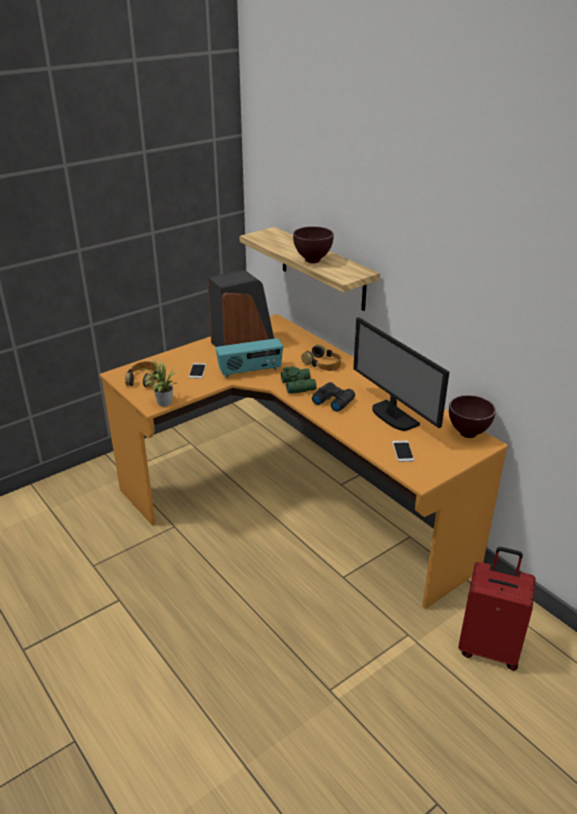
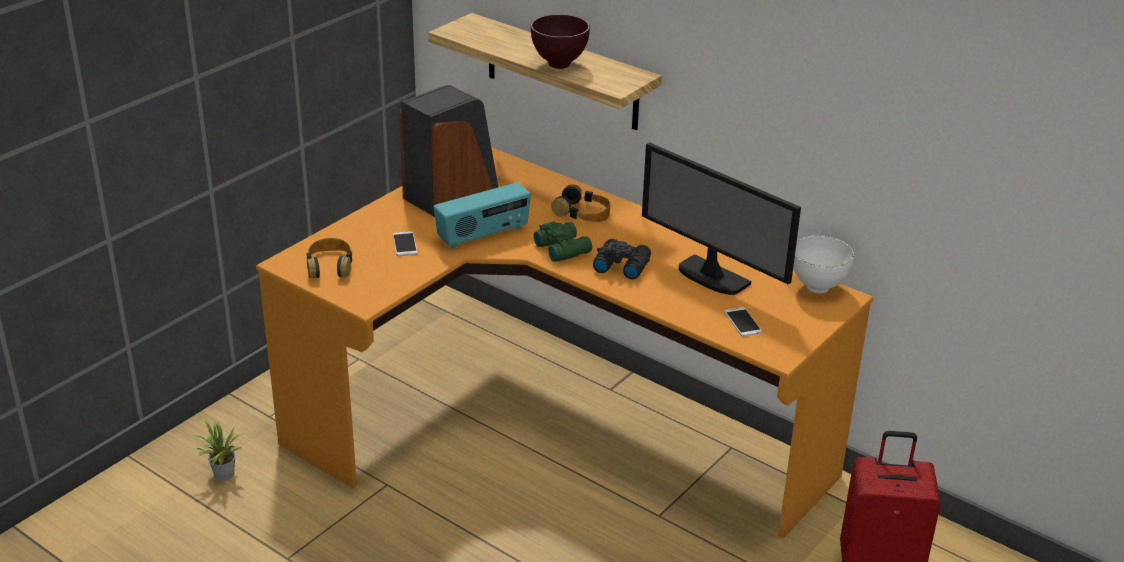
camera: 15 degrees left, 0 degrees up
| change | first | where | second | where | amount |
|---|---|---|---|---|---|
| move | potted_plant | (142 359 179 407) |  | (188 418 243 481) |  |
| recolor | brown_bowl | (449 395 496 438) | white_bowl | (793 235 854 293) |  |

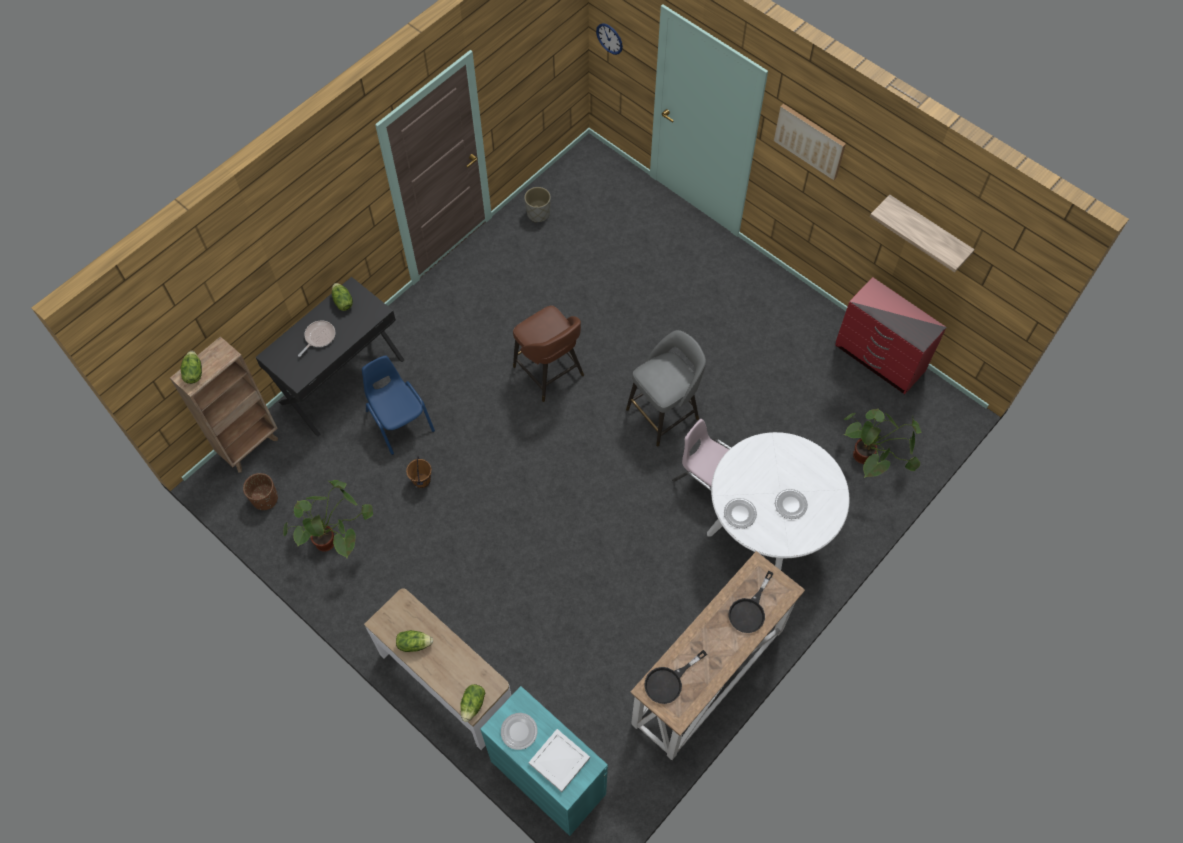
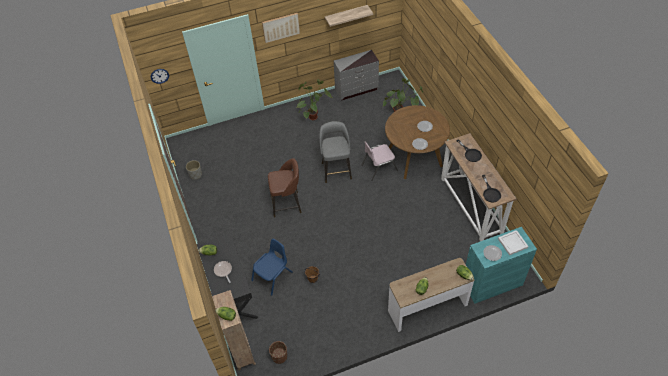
camera: 60 degrees left, 10 degrees down
| change | first | where | second | where | amount |
|---|---|---|---|---|---|
| rotate | blue_chair | (362 355 435 455) |  | (251 239 293 296) | 135 degrees clockwise |
| move | potted_plant | (283 480 373 558) |  | (297 79 332 120) |  |
| recolor | red_dresser | (835 277 947 394) | grey_dresser | (334 50 379 101) |  |
| recolor | white_dining_table | (707 432 850 570) | brown_dining_table | (385 105 450 179) |  |

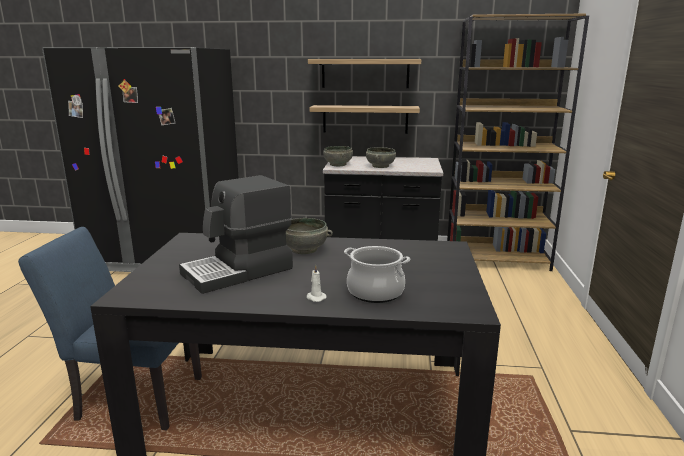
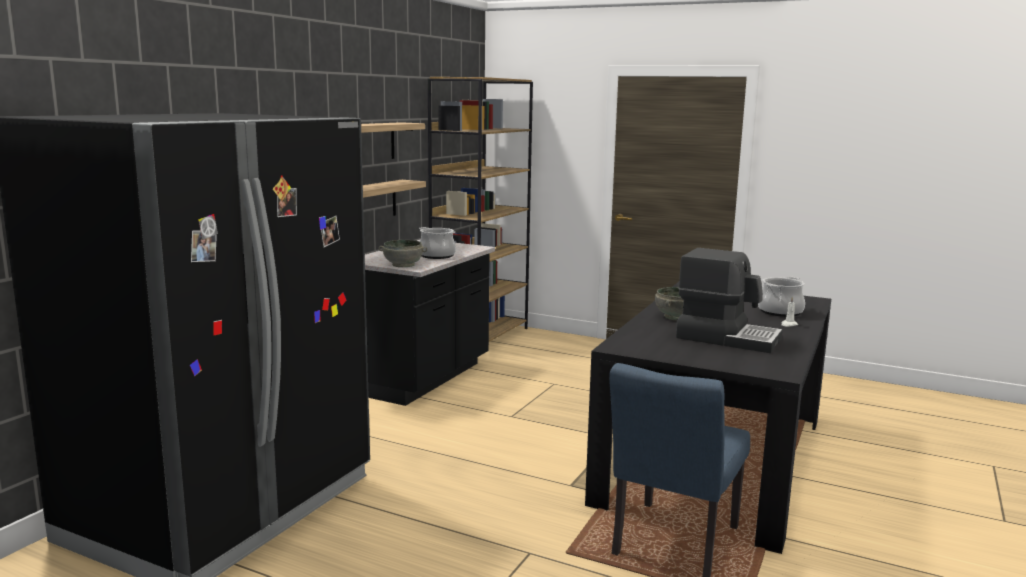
camera: 70 degrees left, 5 degrees down
| change | first | where | second | where | amount |
|---|---|---|---|---|---|
| replace | grey_bowl | (366 147 396 168) | cooking_pot | (419 227 456 259) |  |
| rotate | coffee_machine | (179 175 293 294) |  | (676 248 783 353) | 45 degrees counterclockwise |

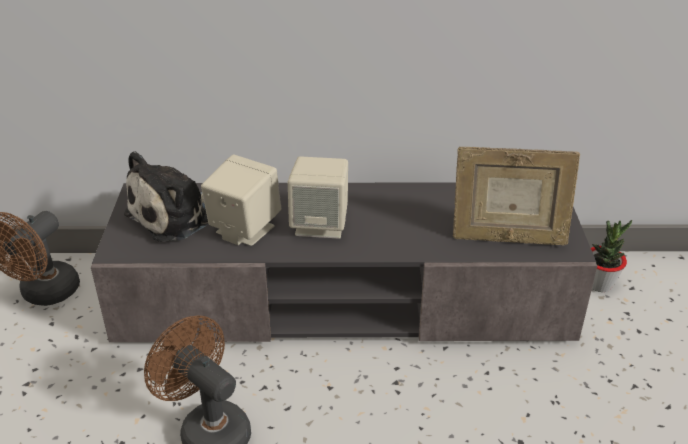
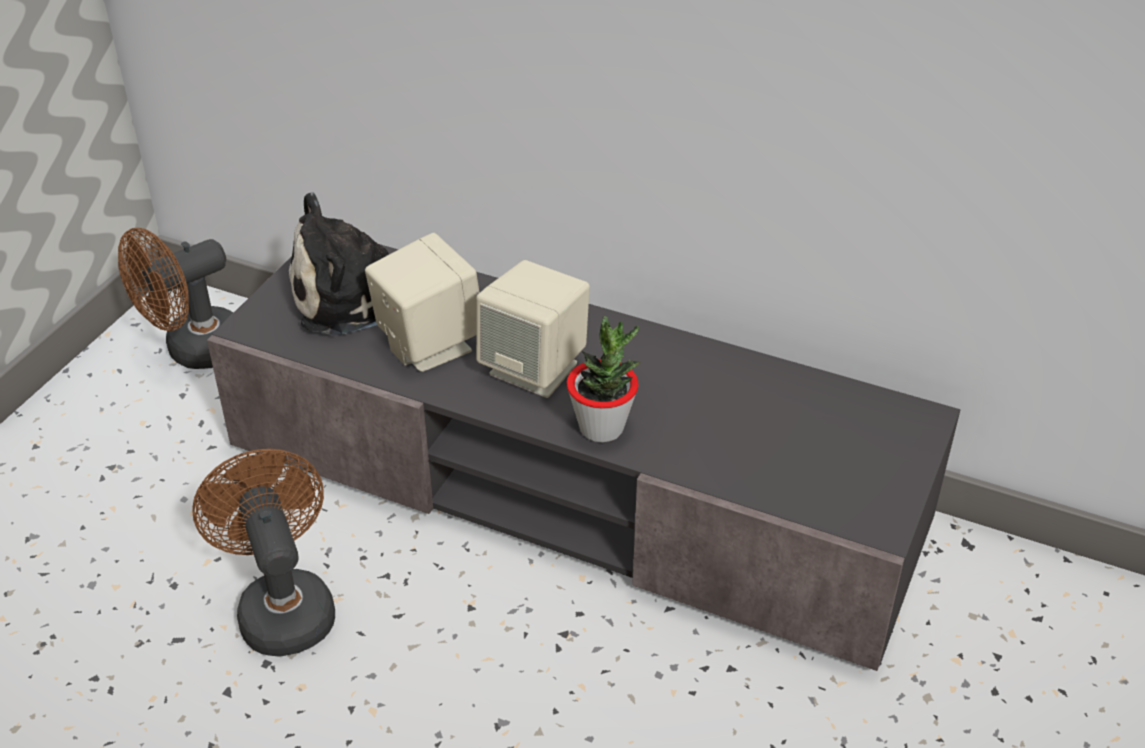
camera: 25 degrees right, 5 degrees up
| change | first | where | second | where | amount |
|---|---|---|---|---|---|
| move | potted_plant | (591 220 632 292) |  | (566 316 641 443) |  |
| delete | picture_frame | (453 147 580 245) |  |  |  |

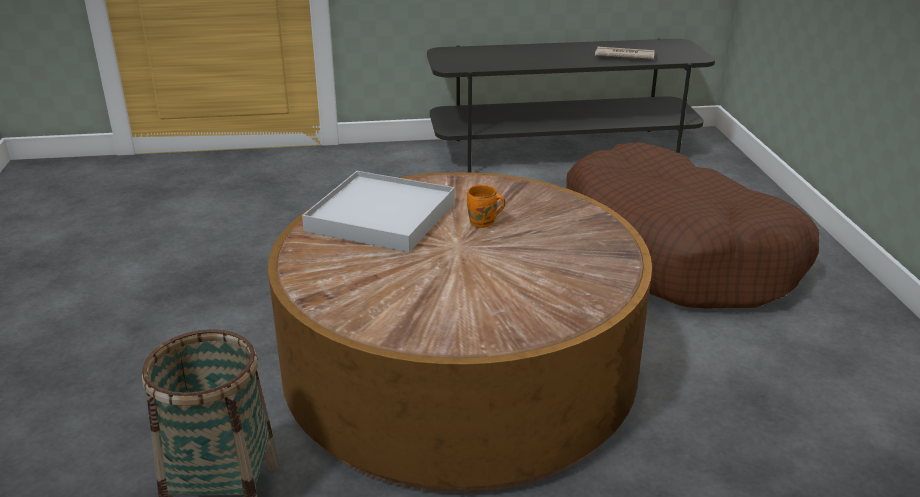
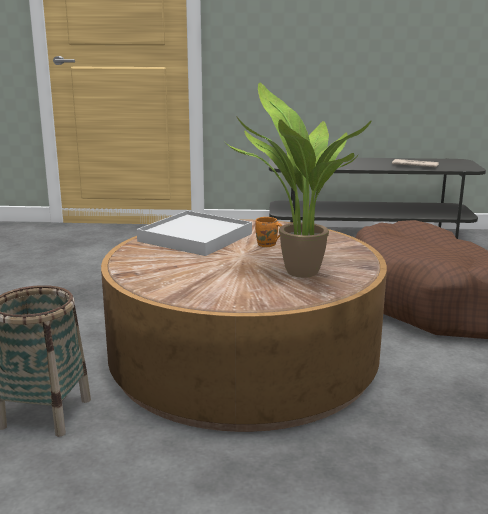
camera: 10 degrees right, 10 degrees down
| change | first | where | second | where | amount |
|---|---|---|---|---|---|
| insert |  |  | potted_plant | (225 82 371 278) |  |

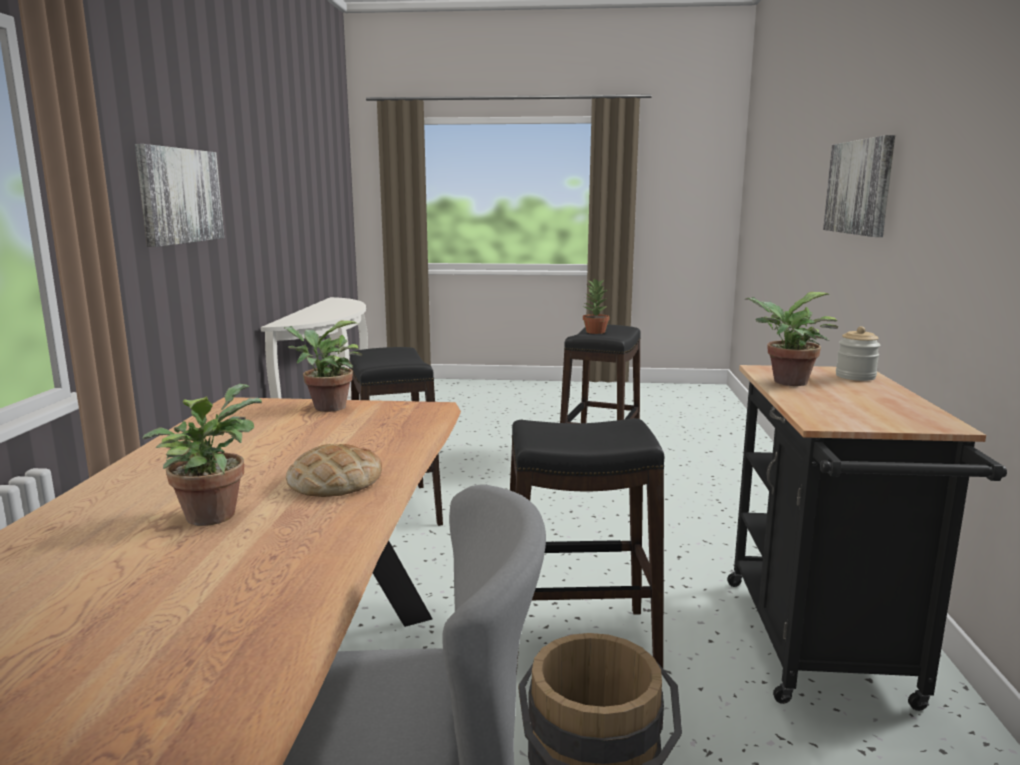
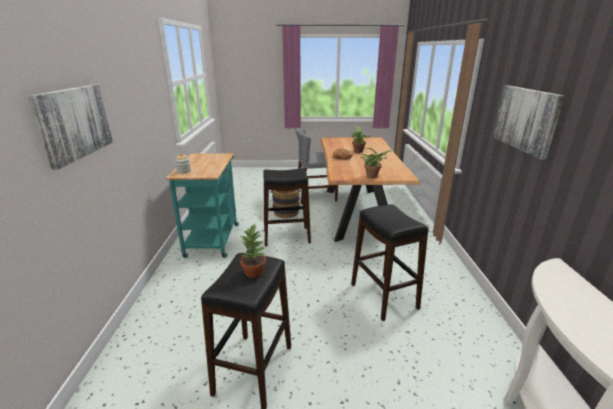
camera: 175 degrees right, 10 degrees up
| change | first | where | second | where | amount |
|---|---|---|---|---|---|
| recolor | black_cart | (727 365 1007 711) | turquoise_cart | (166 153 239 258) |  |
| delete | potted_plant | (744 292 838 386) |  |  |  |

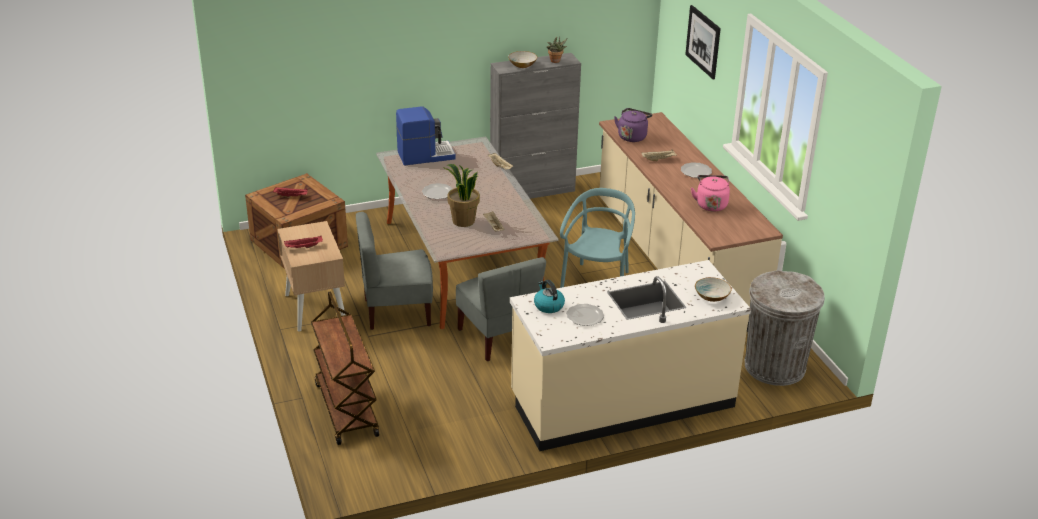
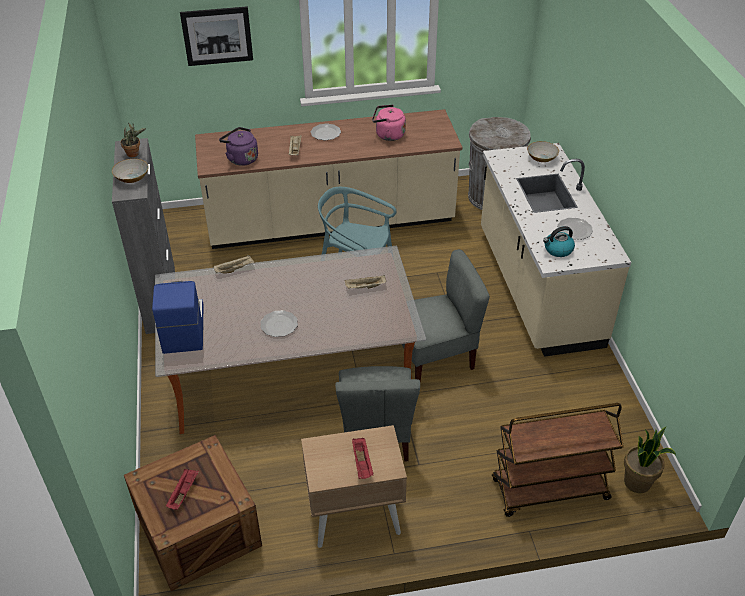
camera: 80 degrees left, 10 degrees up
| change | first | where | second | where | amount |
|---|---|---|---|---|---|
| move | potted_plant | (443 164 480 227) |  | (624 427 676 493) |  |

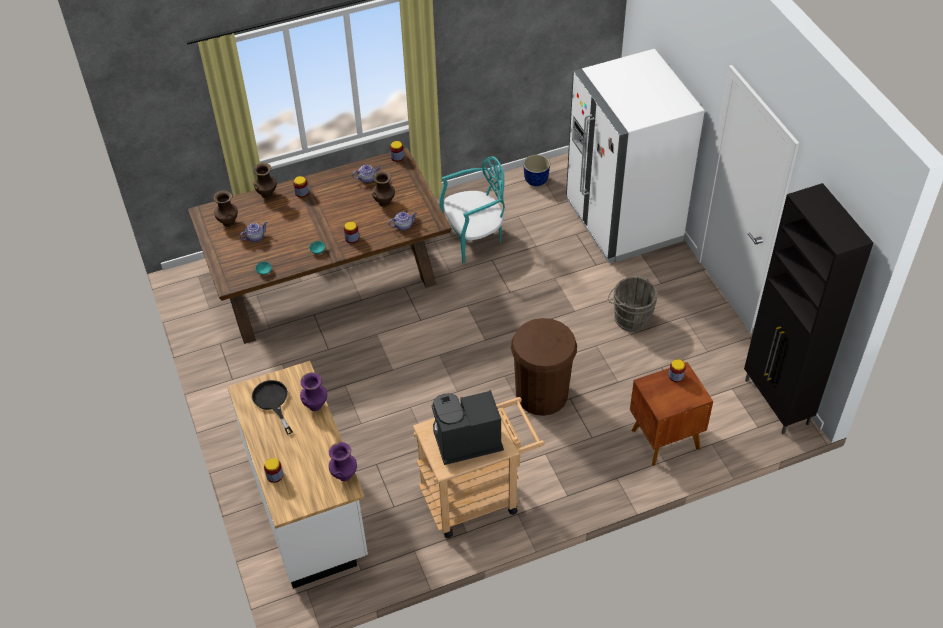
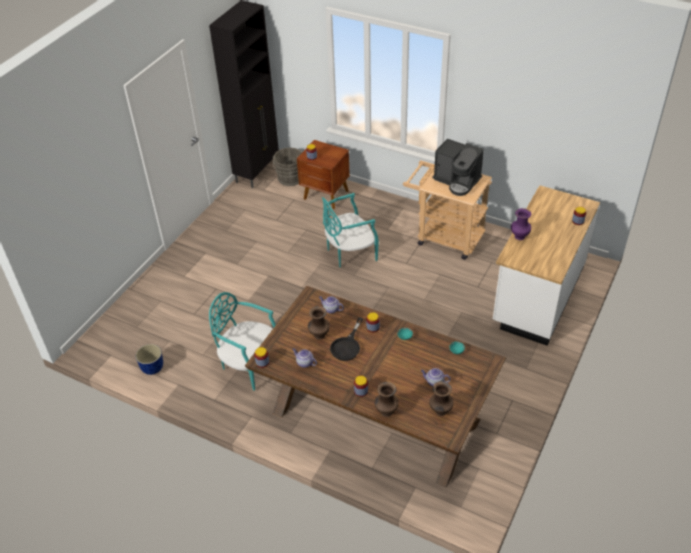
camera: 130 degrees left, 5 degrees down
| change | first | where | second | where | amount |
|---|---|---|---|---|---|
| move | grey_bucket | (608 276 658 332) |  | (273 148 302 186) |  |
| replace | brown_trash_can | (511 318 577 416) | turquoise_chair | (322 193 379 267) |  |
| move | black_frying_pan | (252 380 293 435) |  | (330 317 363 361) |  |
| delete | purple_vase | (329 442 357 481) |  |  |  |
| delete | white_fridge | (566 49 705 263) |  |  |  |

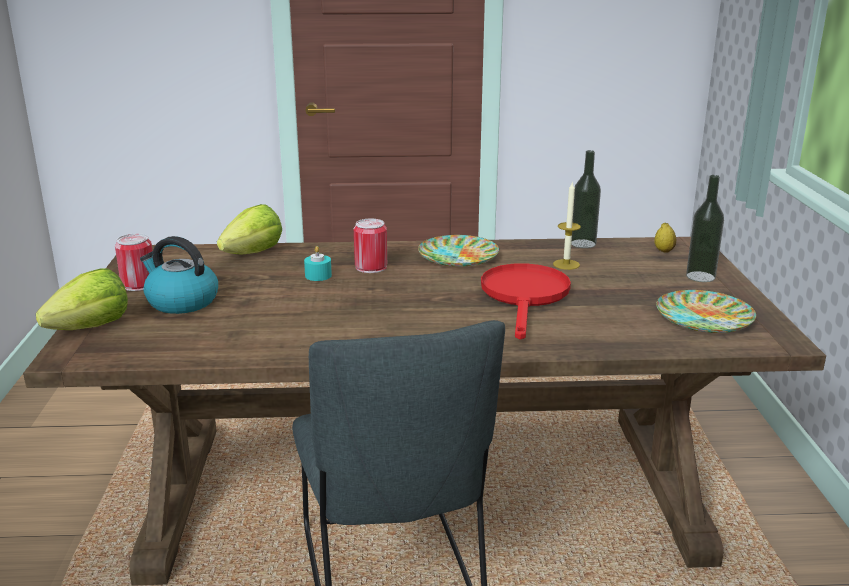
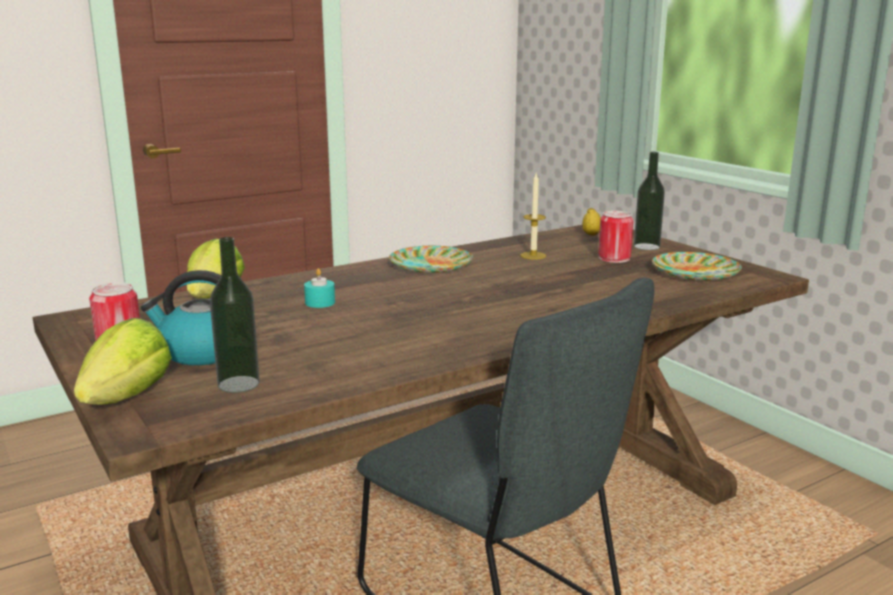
camera: 30 degrees left, 5 degrees down
| change | first | where | second | where | amount |
|---|---|---|---|---|---|
| move | bottle | (571 150 601 248) |  | (210 237 260 393) |  |
| move | can | (354 219 387 273) |  | (598 211 633 263) |  |
| delete | red_frying_pan | (481 264 571 339) |  |  |  |

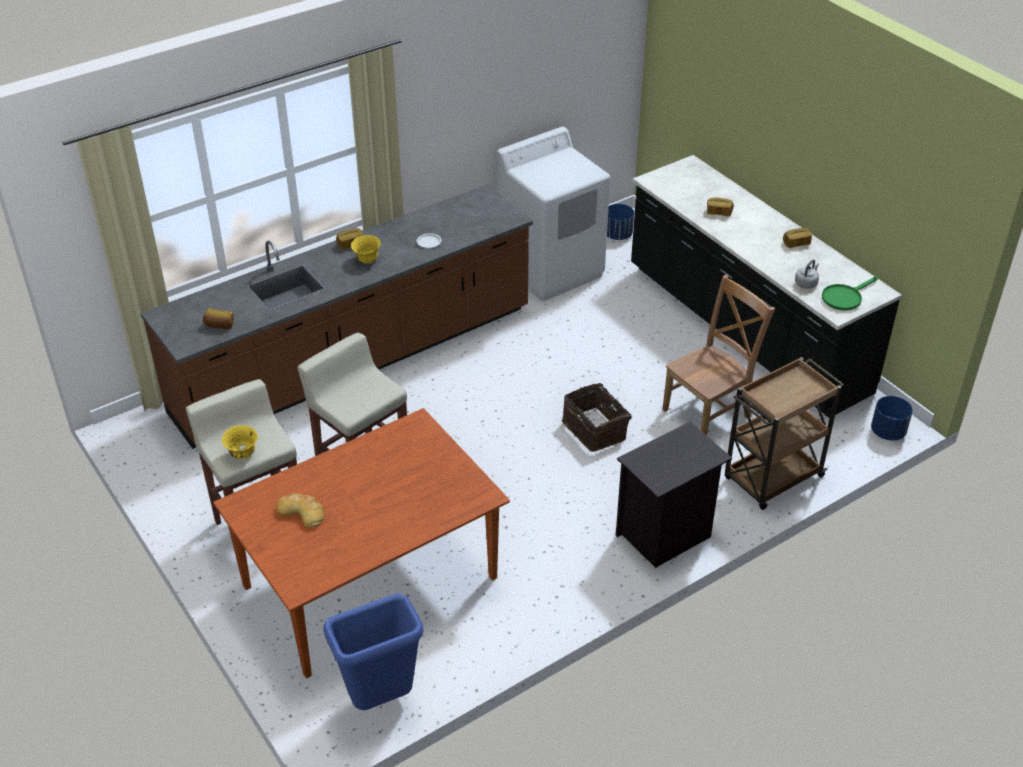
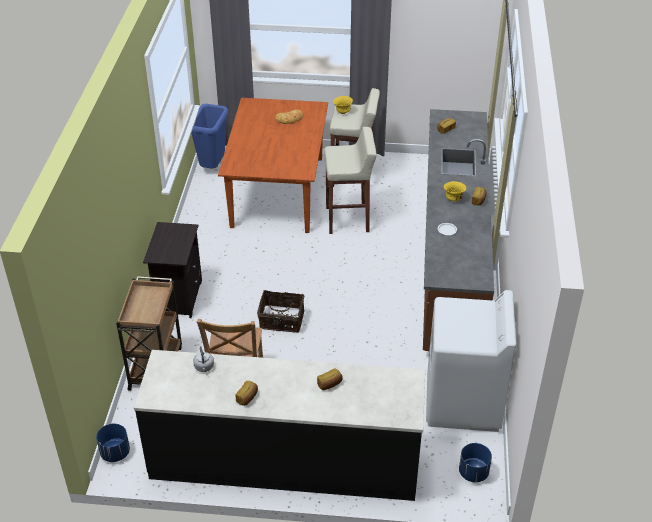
camera: 130 degrees right, 0 degrees up
| change | first | where | second | where | amount |
|---|---|---|---|---|---|
| delete | green_frying_pan | (822 277 878 311) |  |  |  |

